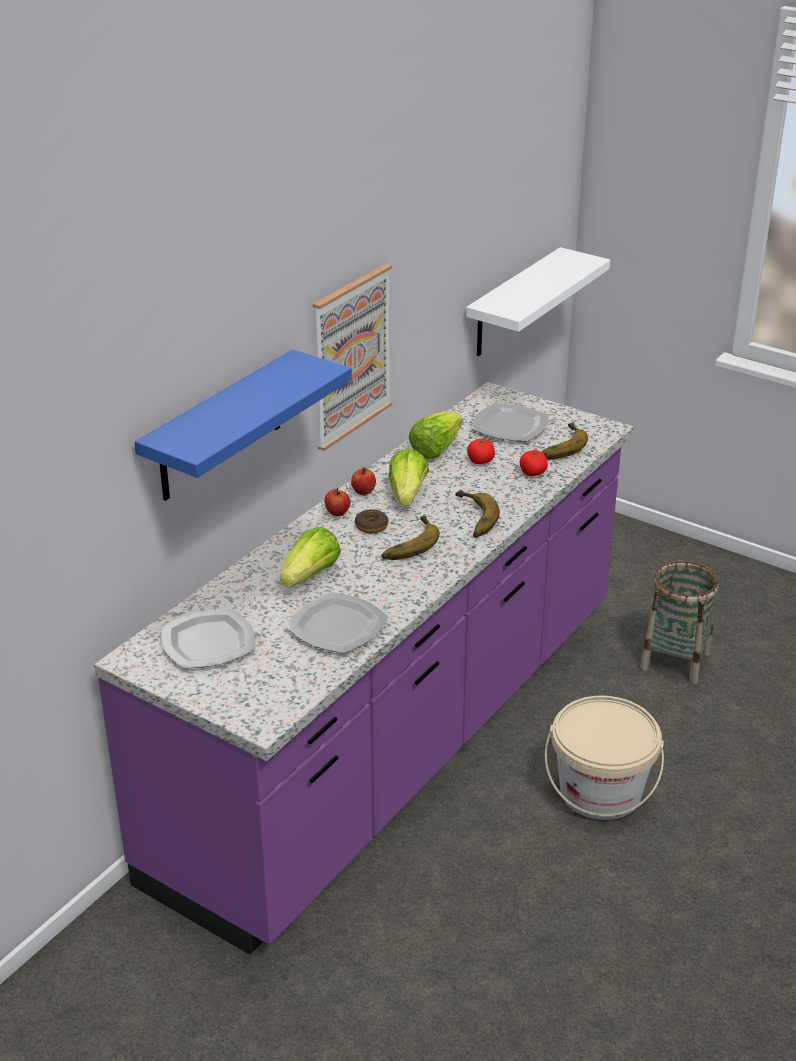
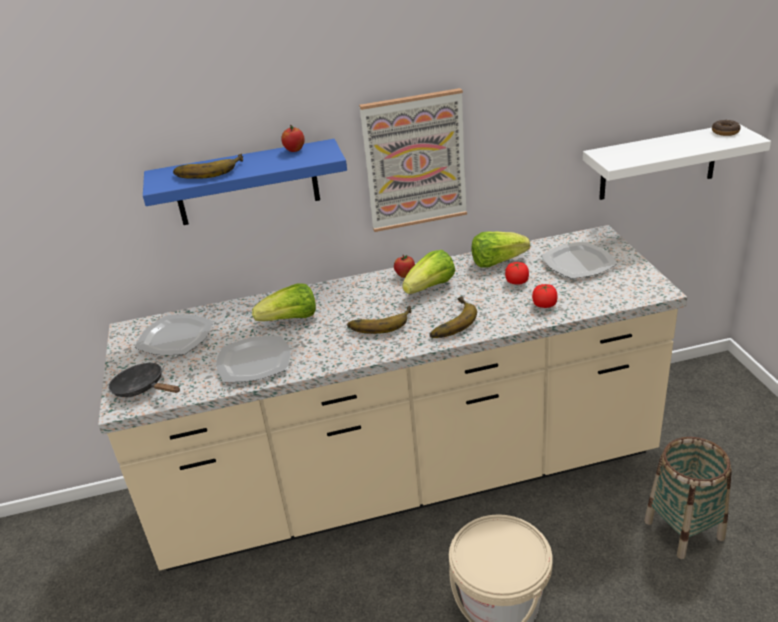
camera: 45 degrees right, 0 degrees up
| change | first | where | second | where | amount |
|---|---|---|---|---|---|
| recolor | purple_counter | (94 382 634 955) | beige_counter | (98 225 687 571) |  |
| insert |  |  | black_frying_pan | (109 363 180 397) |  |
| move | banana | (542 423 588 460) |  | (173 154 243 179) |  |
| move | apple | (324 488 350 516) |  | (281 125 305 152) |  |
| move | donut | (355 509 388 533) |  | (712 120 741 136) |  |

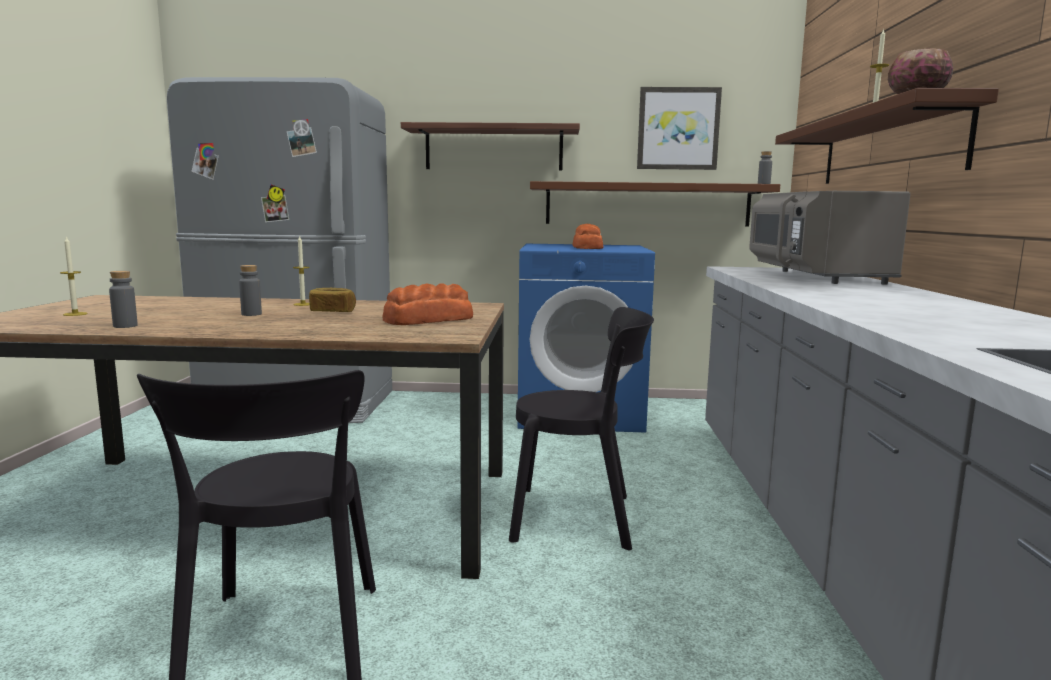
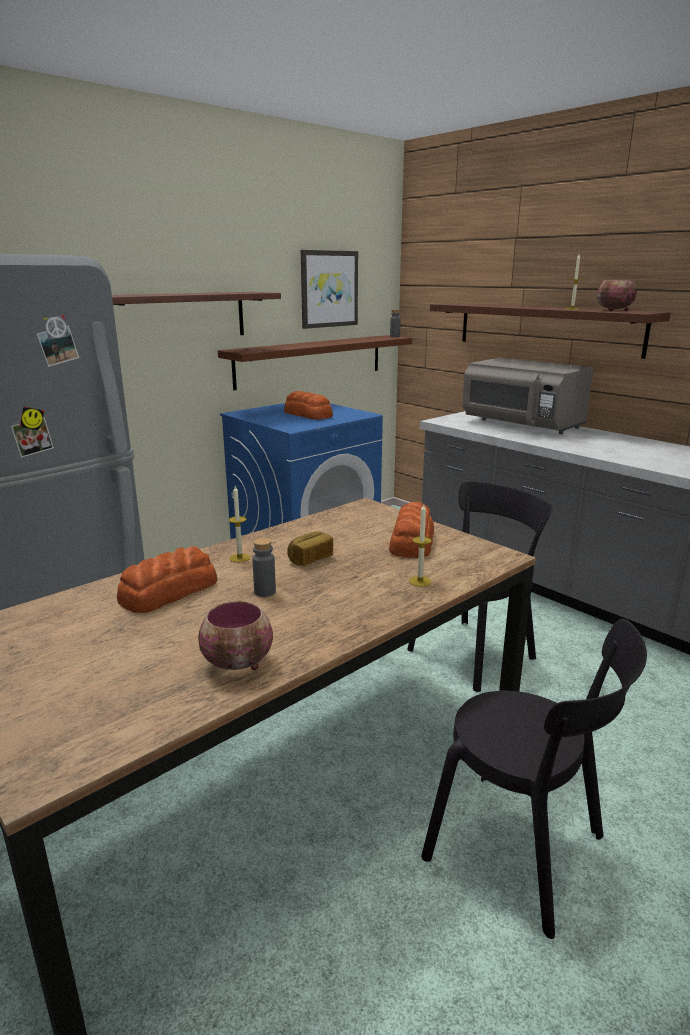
camera: 45 degrees left, 10 degrees up
| change | first | where | second | where | amount |
|---|---|---|---|---|---|
| insert |  |  | bread | (117 546 217 613) |  |
| replace | grey_bottle | (109 271 138 328) | bowl | (198 601 273 670) |  |
| move | candle | (60 236 88 316) |  | (409 504 432 587) |  |

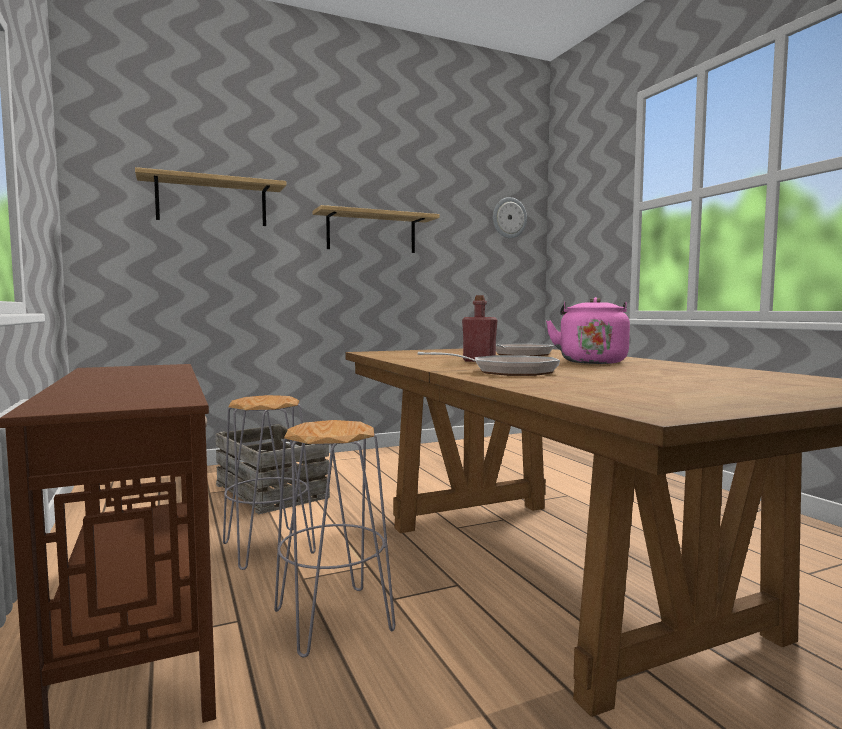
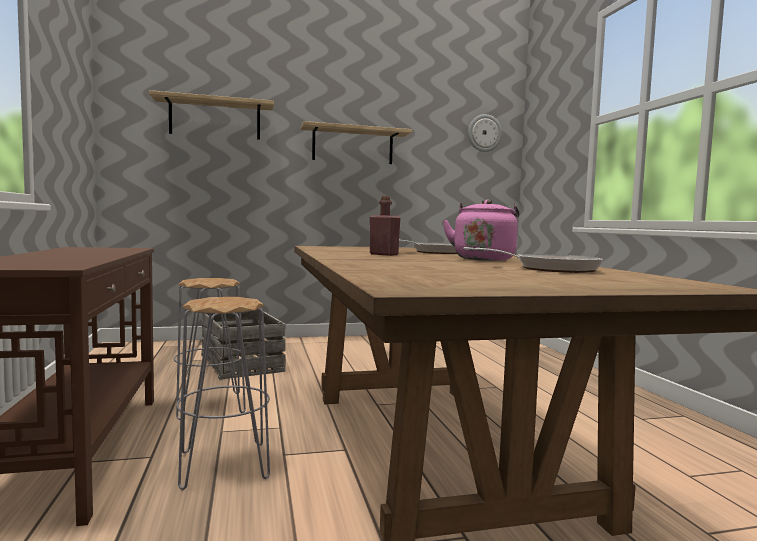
camera: 10 degrees right, 0 degrees up
| change | first | where | second | where | amount |
|---|---|---|---|---|---|
| move | frying_pan | (418 352 560 376) |  | (464 247 603 273) |  |

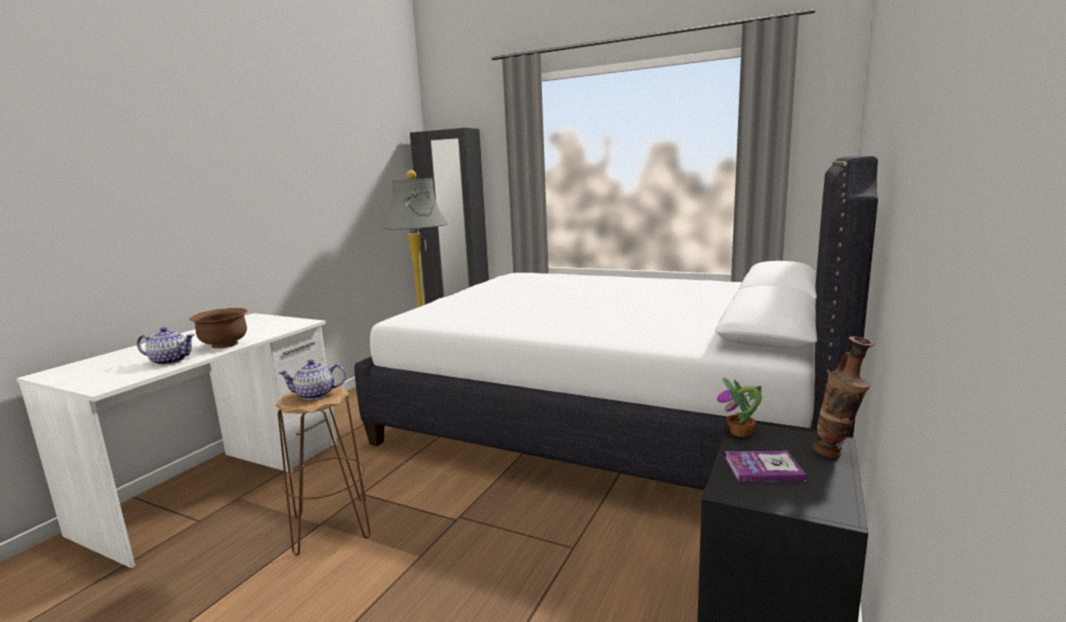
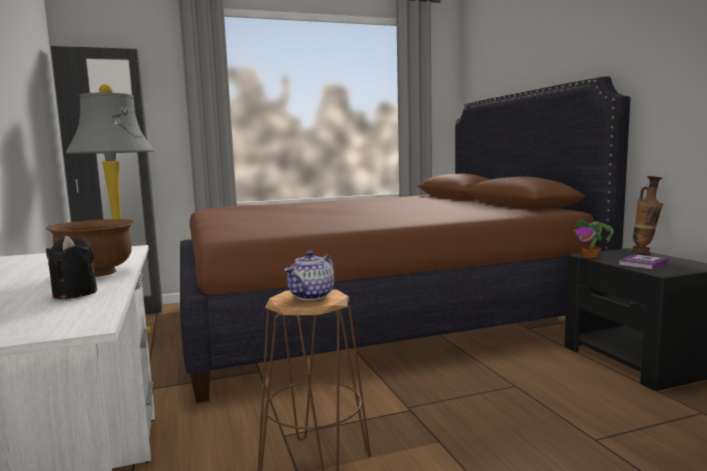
camera: 45 degrees left, 5 degrees down
| change | first | where | second | where | amount |
|---|---|---|---|---|---|
| replace | teapot | (137 327 194 365) | black_candle | (46 236 97 299) |  |
| recolor | white_bed | (355 156 878 490) | brown_bed | (180 76 631 403) |  |

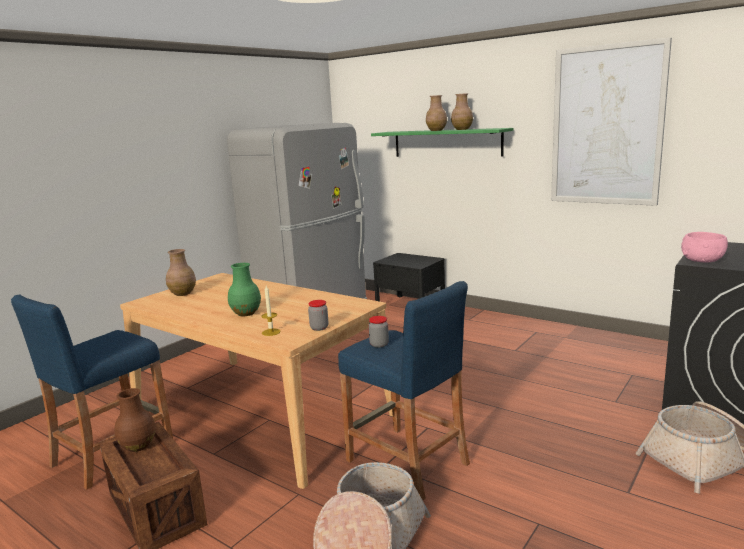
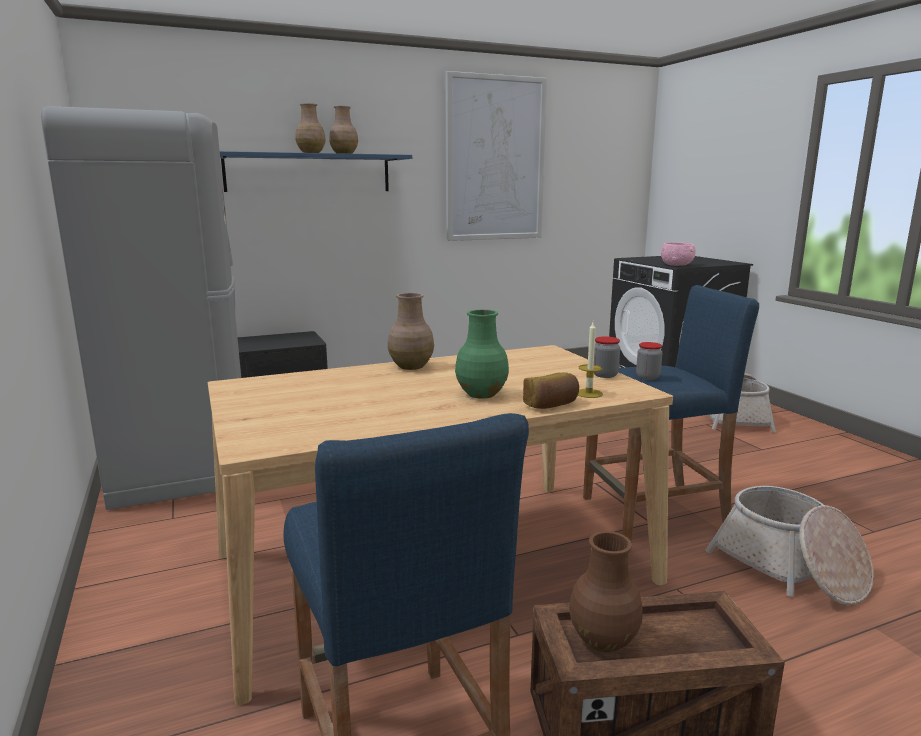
camera: 60 degrees left, 0 degrees up
| change | first | where | second | where | amount |
|---|---|---|---|---|---|
| recolor | green_shelf | (371 128 514 157) | blue_shelf | (220 151 412 192) |  |
| move | brown_vase | (166 249 196 296) |  | (388 293 434 370) |  |
| insert |  |  | bread | (523 372 579 409) |  |

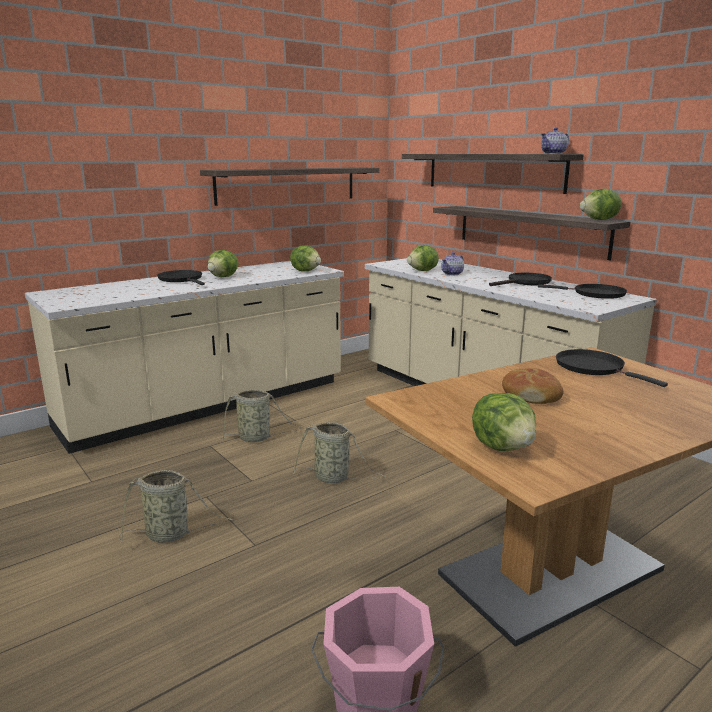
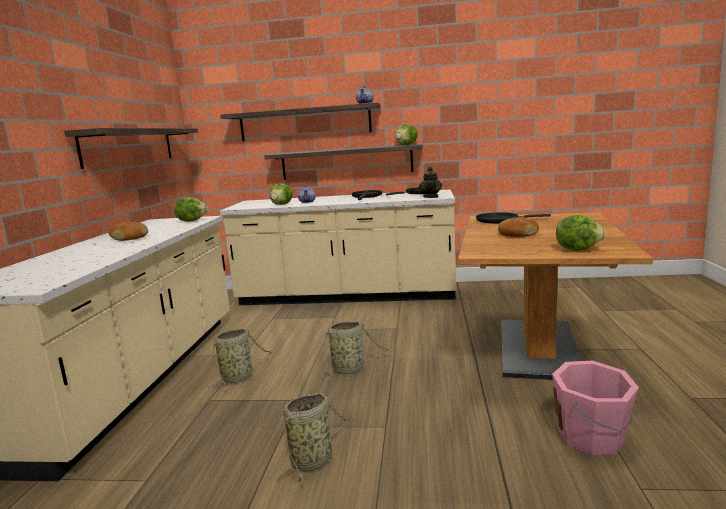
camera: 45 degrees left, 5 degrees down
| change | first | where | second | where | amount |
|---|---|---|---|---|---|
| replace | lettuce | (207 250 239 277) | bread | (108 222 148 241) |  |
| insert |  |  | teapot | (419 166 442 198) |  |
| delete | black_frying_pan | (157 270 205 285) |  |  |  |

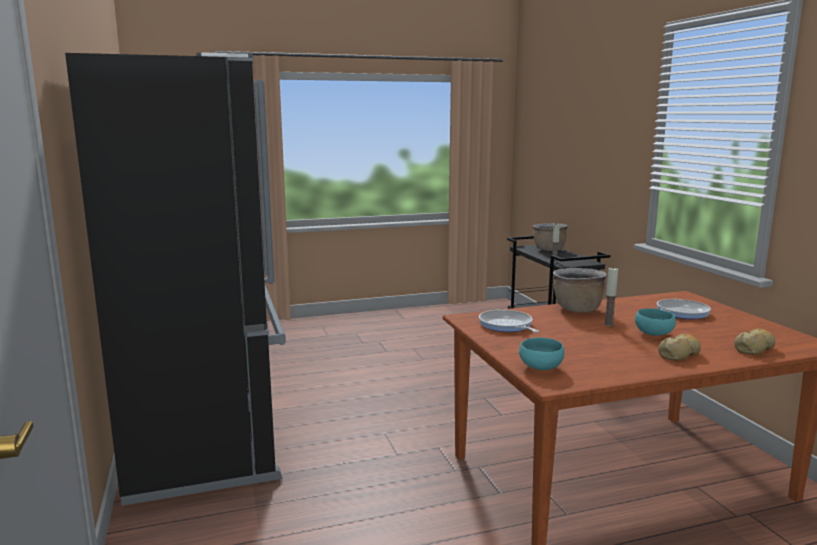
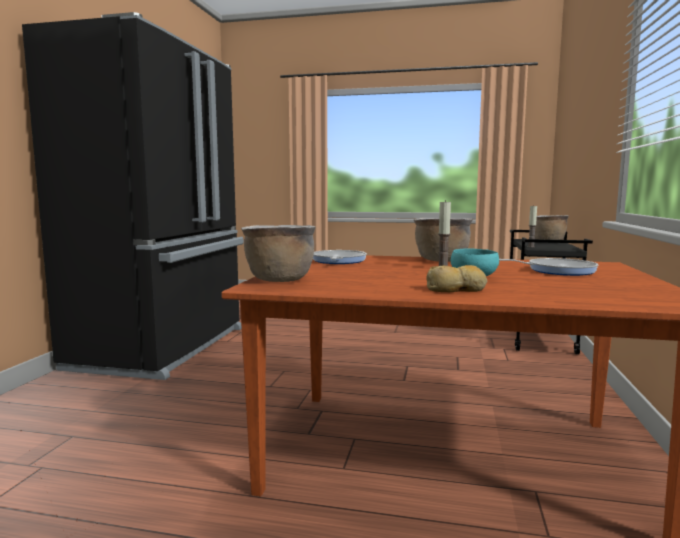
camera: 30 degrees right, 5 degrees down
| change | first | where | second | where | amount |
|---|---|---|---|---|---|
| replace | turquoise_bowl | (519 337 564 370) | brown_cooking_pot | (241 225 316 282) |  |
| delete | bread | (734 328 775 355) |  |  |  |

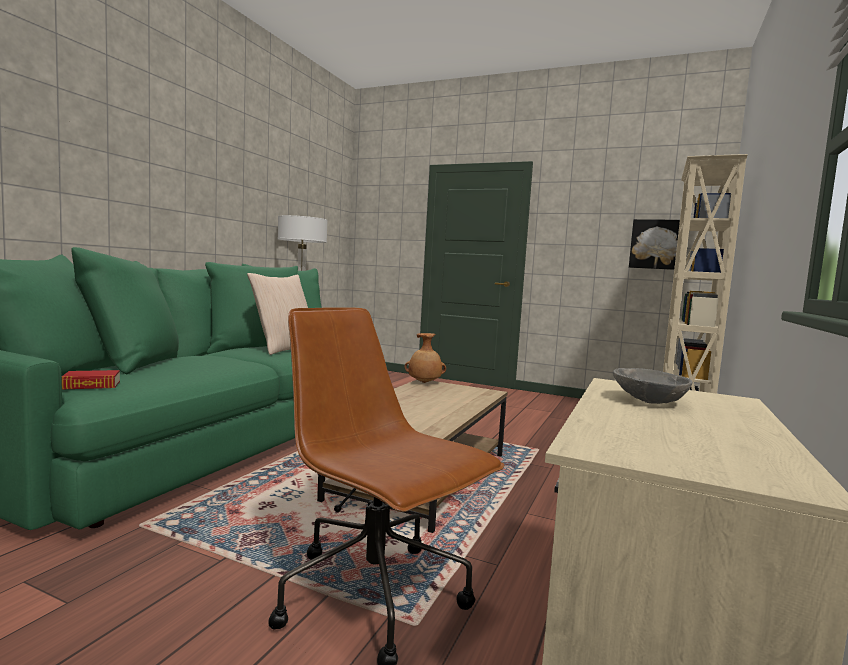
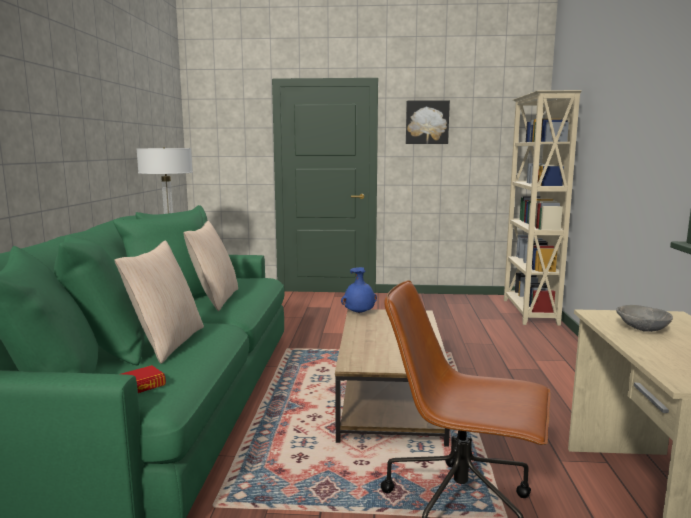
camera: 20 degrees left, 5 degrees up
| change | first | where | second | where | amount |
|---|---|---|---|---|---|
| insert |  |  | beige_pillow | (114 240 204 364) |  |
| recolor | brown_vase | (404 333 446 383) | blue_vase | (341 267 377 313) |  |
| move | picture | (629 219 680 270) |  | (406 100 450 144) |  |

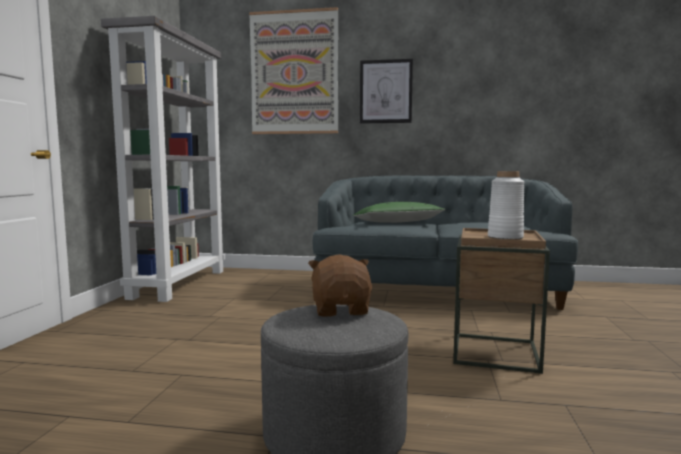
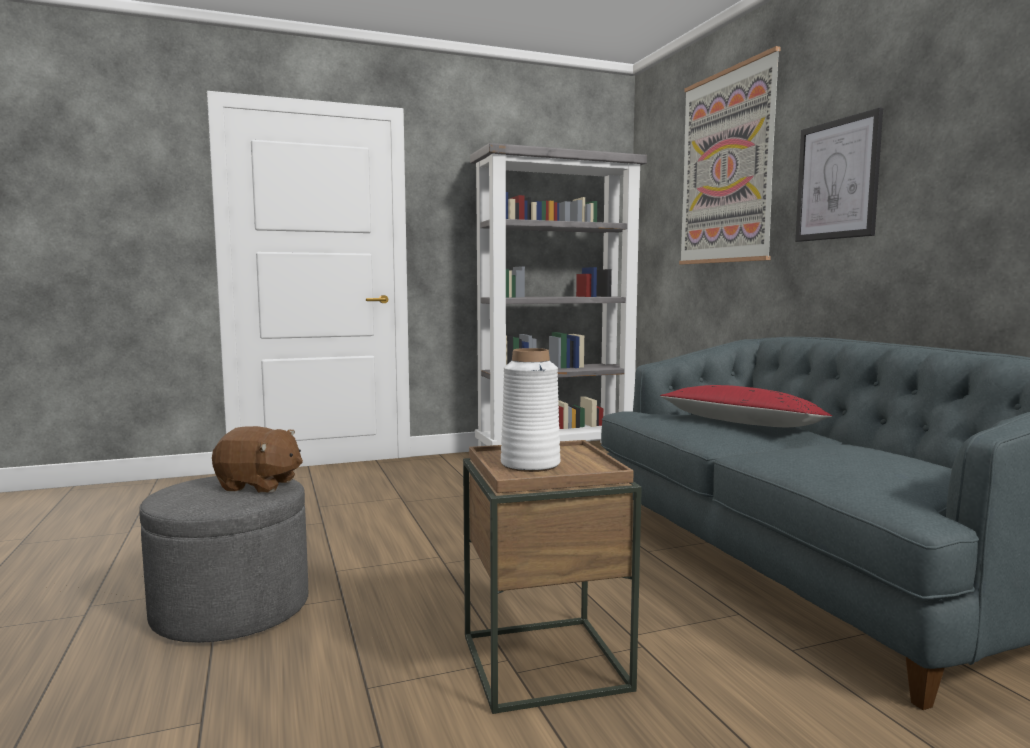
camera: 60 degrees right, 0 degrees up
| change | first | where | second | where | amount |
|---|---|---|---|---|---|
| rotate | brown_plush_toy | (308 254 372 317) |  | (212 426 303 492) | 45 degrees clockwise |
| recolor | green_pillow | (353 202 446 223) | red_pillow | (660 385 832 427) |  |

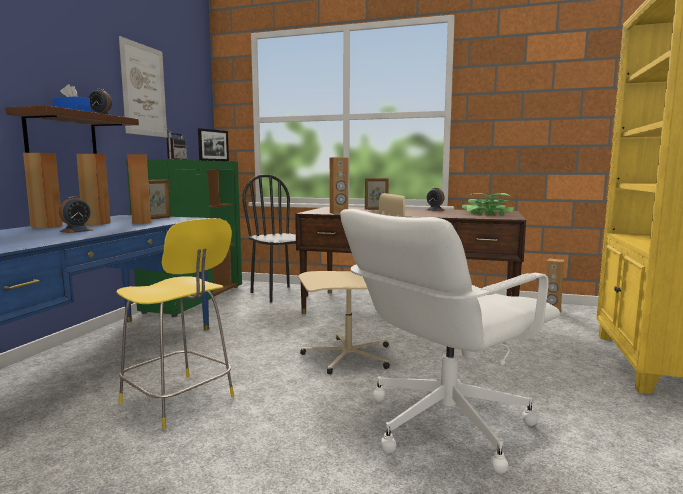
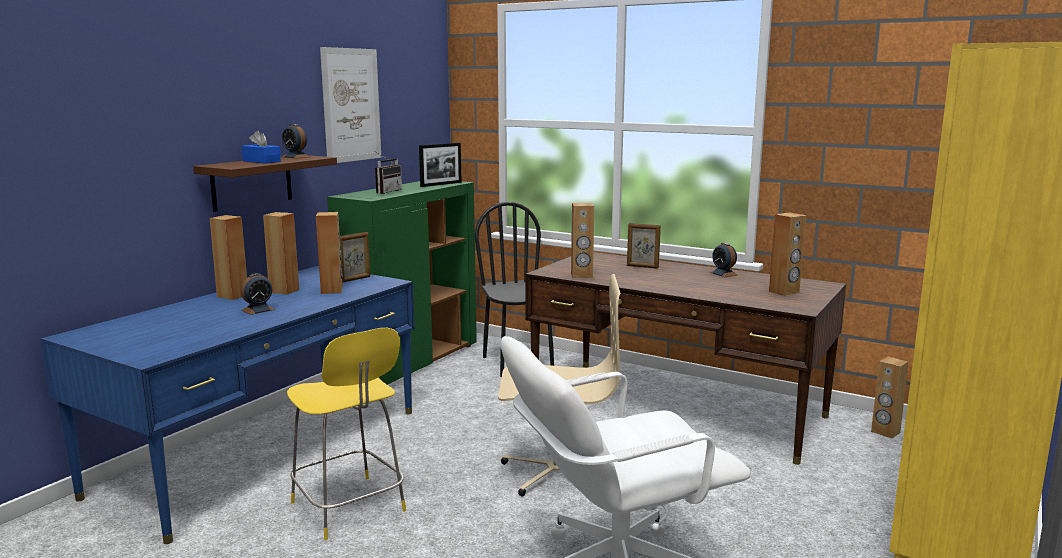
camera: 15 degrees right, 5 degrees up
| change | first | where | second | where | amount |
|---|---|---|---|---|---|
| replace | potted_plant | (462 193 514 215) | brown_speaker | (769 213 806 296) |  |

